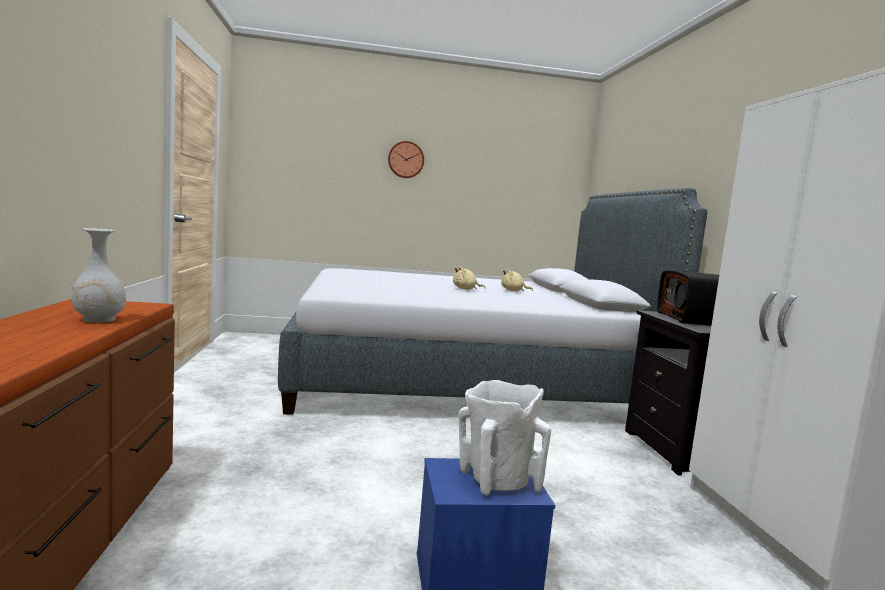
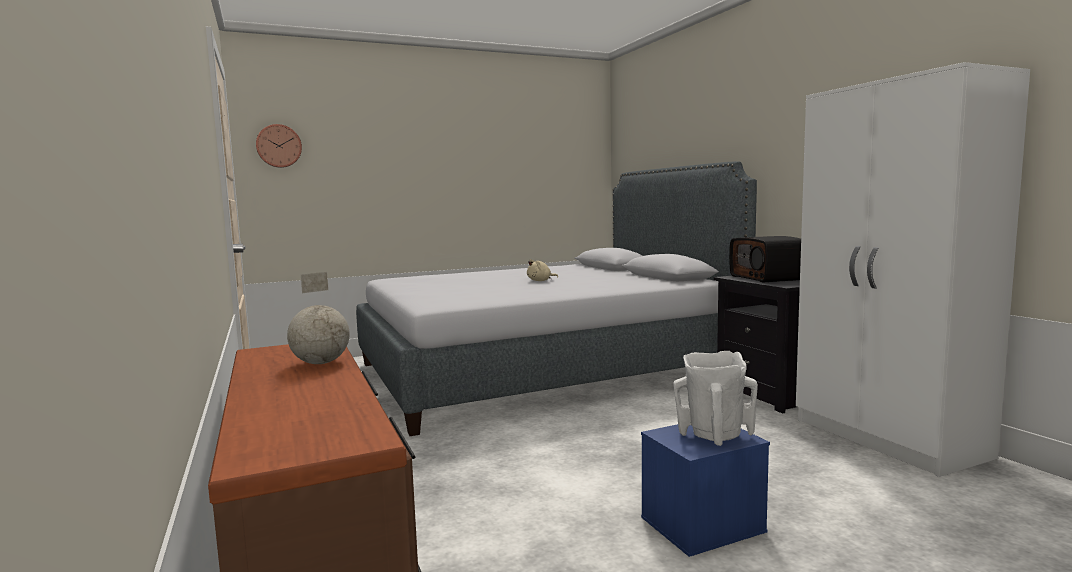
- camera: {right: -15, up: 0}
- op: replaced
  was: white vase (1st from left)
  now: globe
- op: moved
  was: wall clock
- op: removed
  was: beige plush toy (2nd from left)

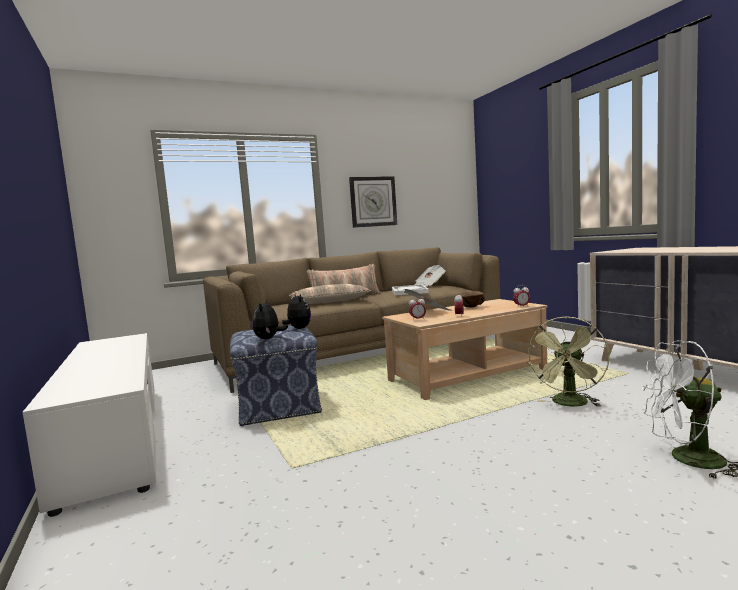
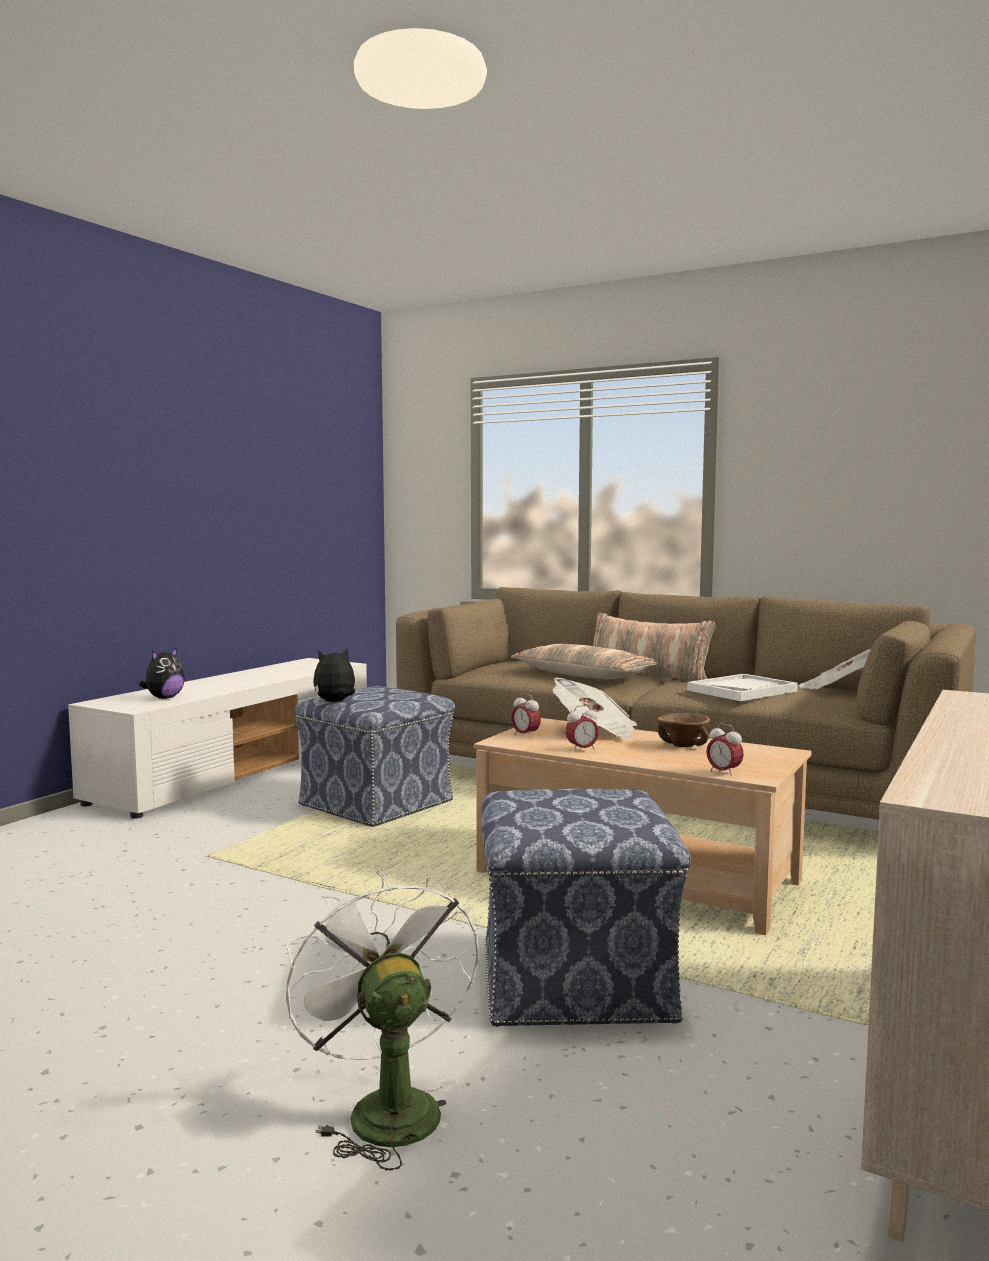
- camera: {right: 55, up: 0}
- op: moved
  was: plush toy (2nd from left in the first image)
  now: plush toy (1st from left)
- op: removed
  was: wall clock
- op: replaced
  was: green fan
  now: ottoman (2nd from left)

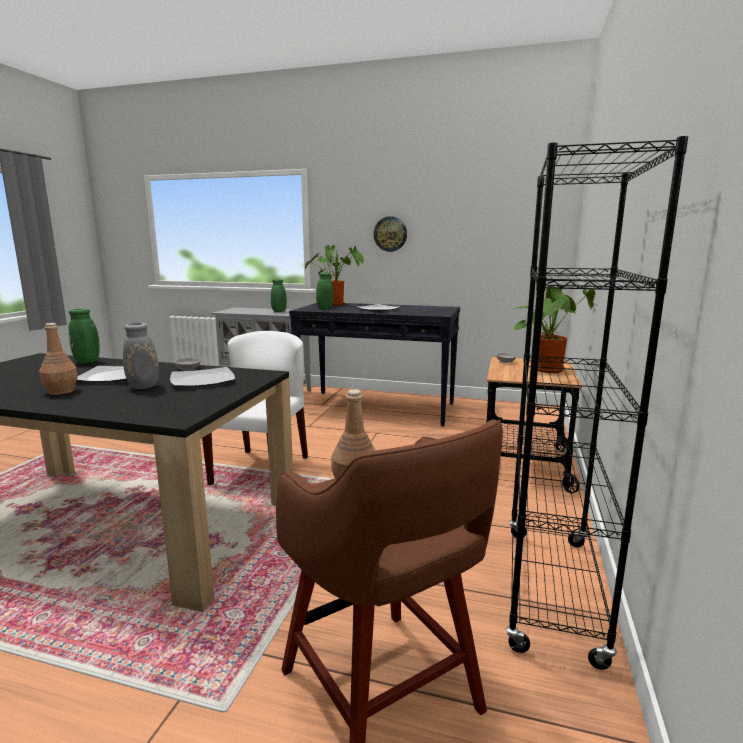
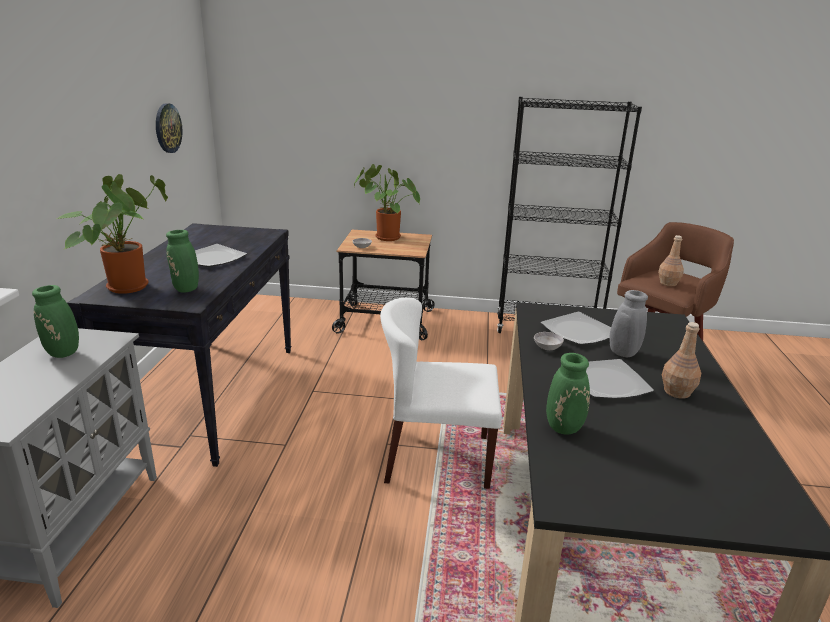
- camera: {right: -100, up: 10}
- op: moved
  was: wall clock

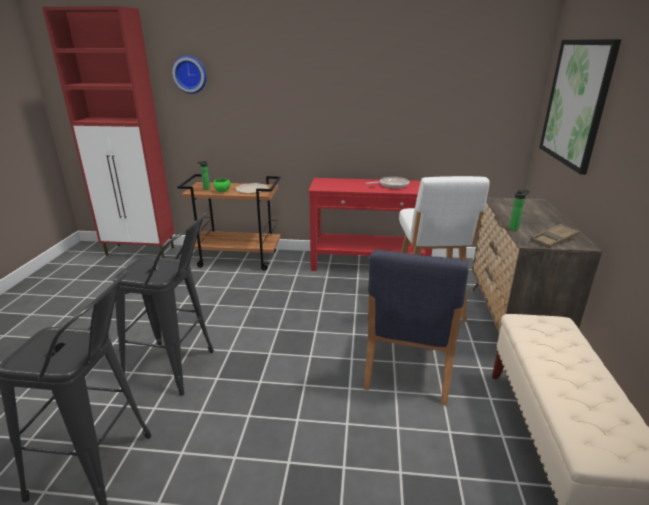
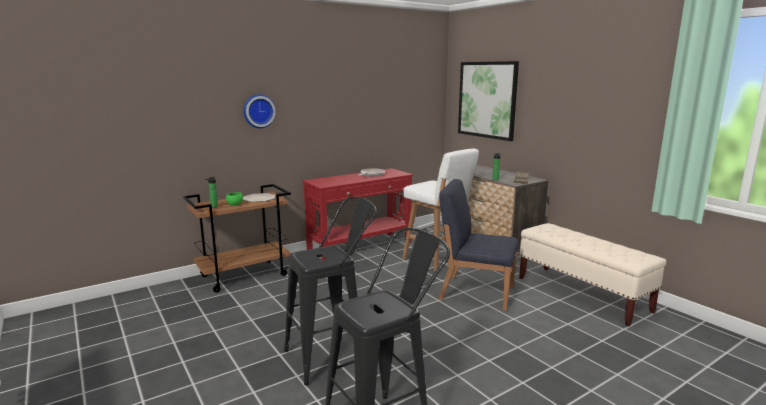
- camera: {right: -40, up: -10}
- op: removed
  was: red cabinet
- op: moved
  was: wall clock
- op: turned
  was: blue chair
  clockwise: 135

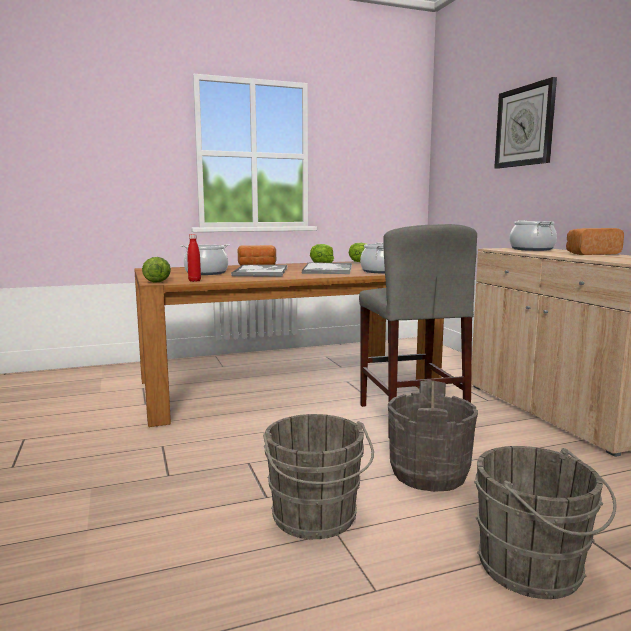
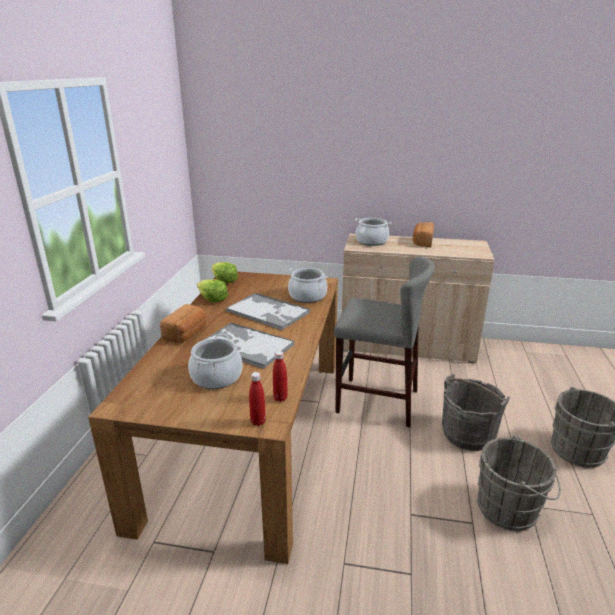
- camera: {right: -60, up: 15}
- op: replaced
  was: lettuce (1st from left)
  now: red bottle (1st from left)
- op: removed
  was: wall clock

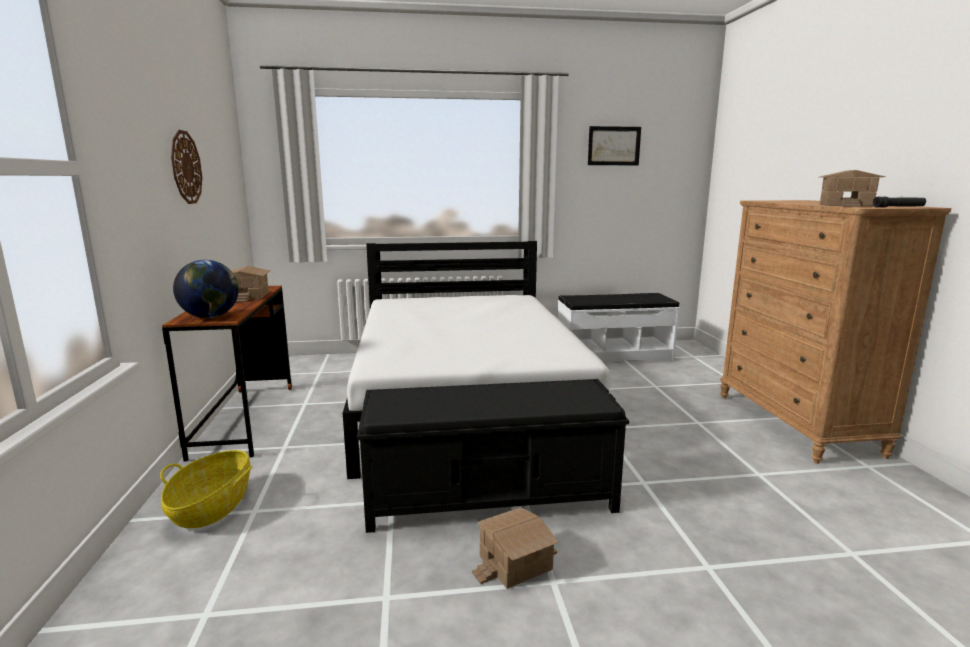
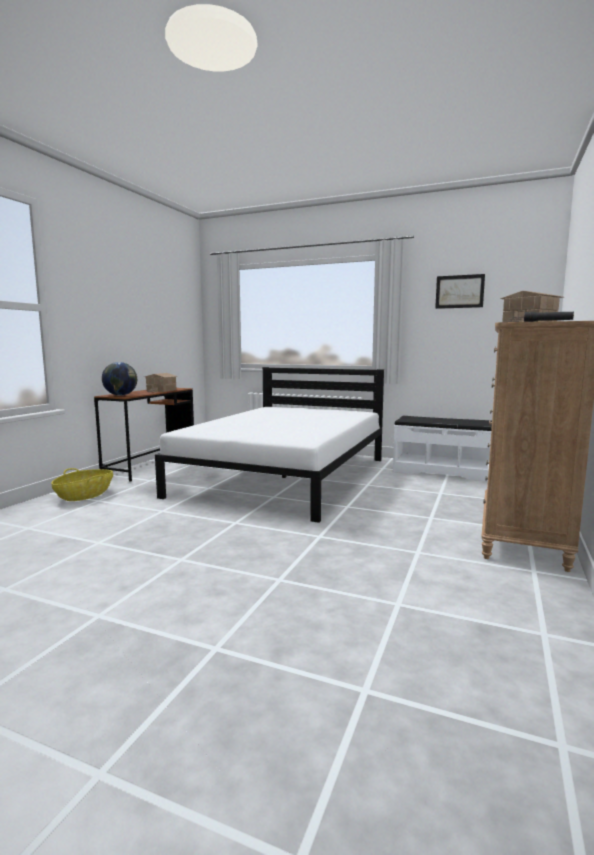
- camera: {right: 30, up: -5}
- op: removed
  was: wall clock
- op: removed
  was: black bench
- op: removed
  was: toy house (2nd from left)

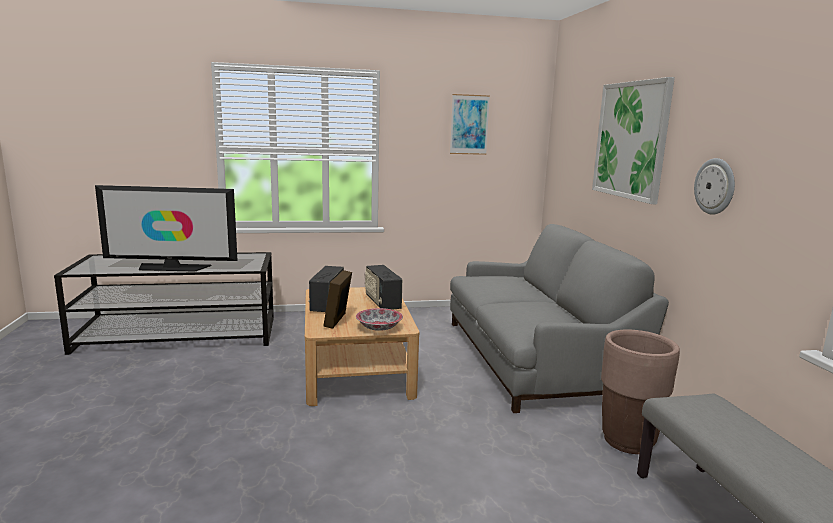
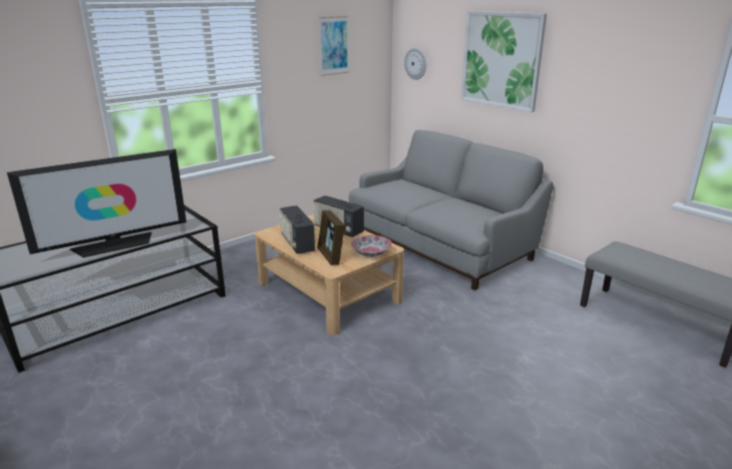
- camera: {right: -30, up: 10}
- op: removed
  was: brown planter
- op: moved
  was: wall clock

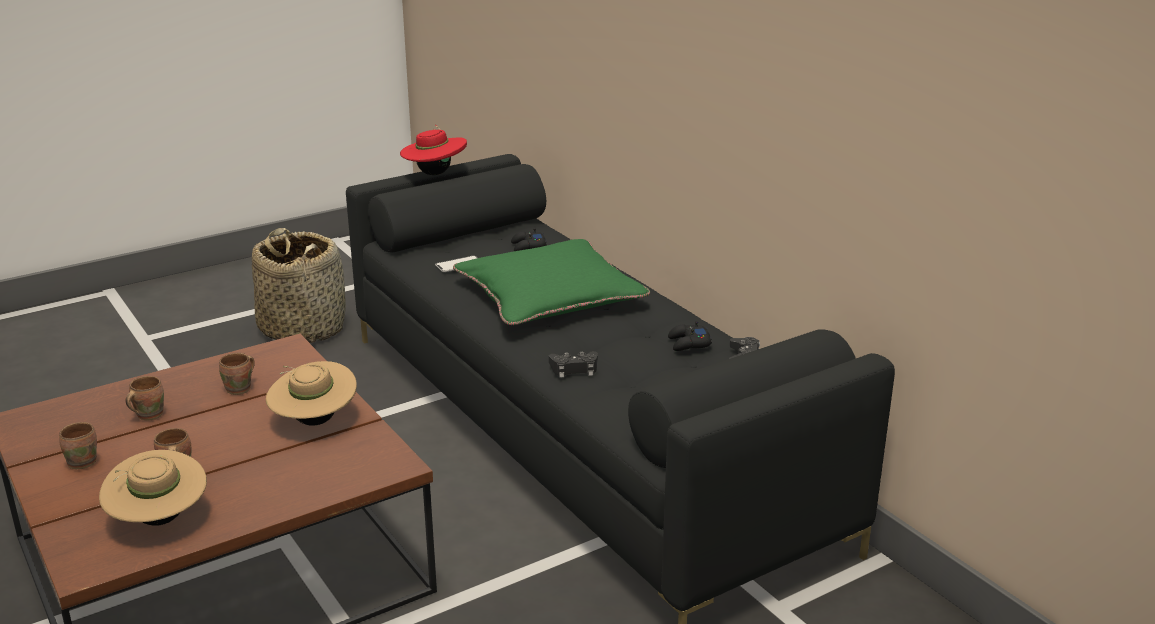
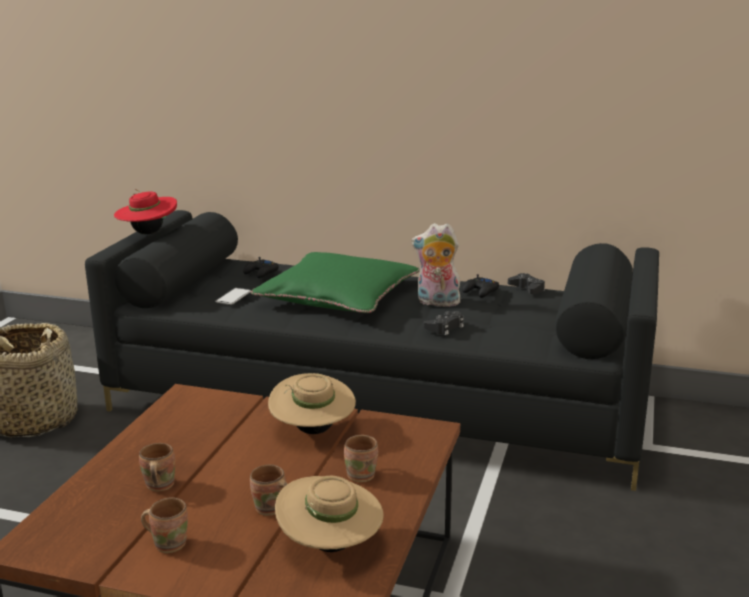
- camera: {right: -40, up: -5}
- op: moved
  was: brown mug (4th from left)
- op: added
  now: plush toy

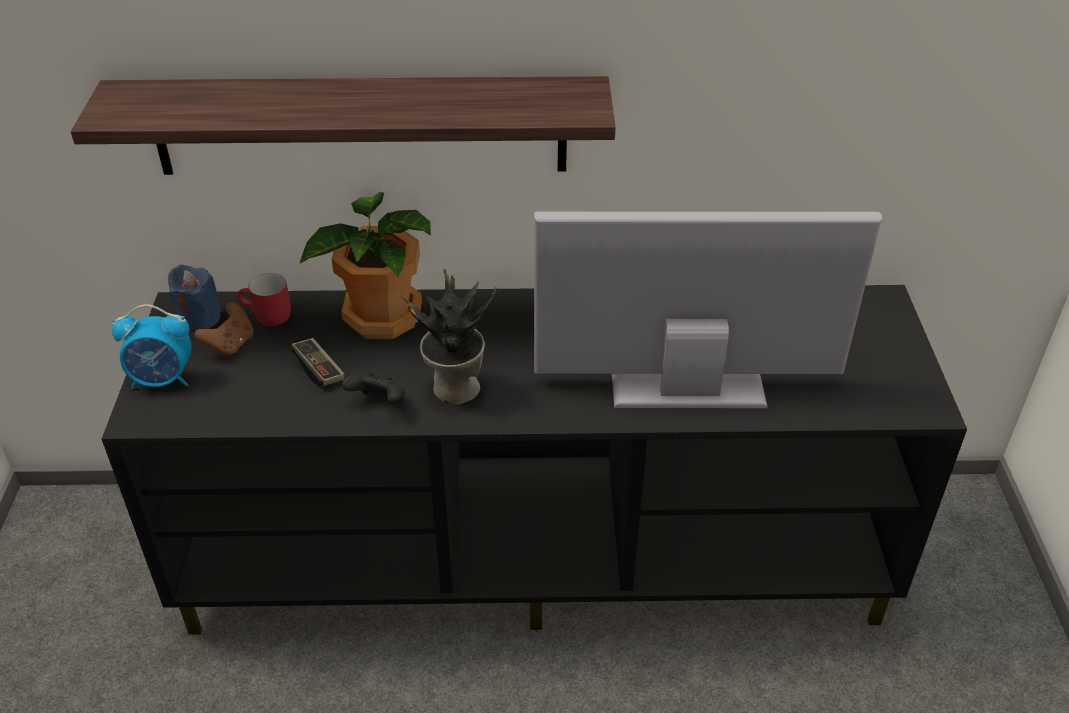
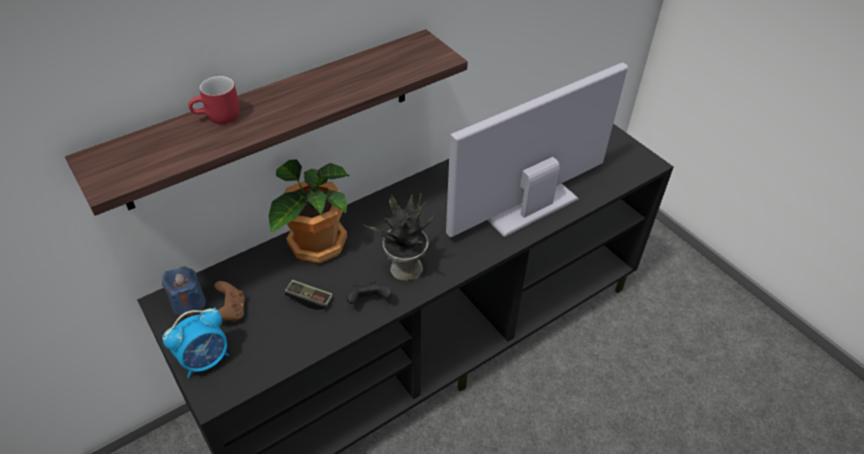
- camera: {right: -35, up: 5}
- op: moved
  was: red mug

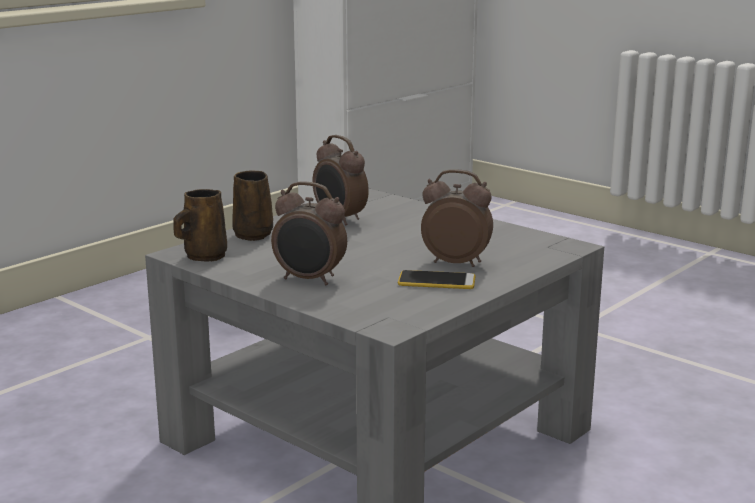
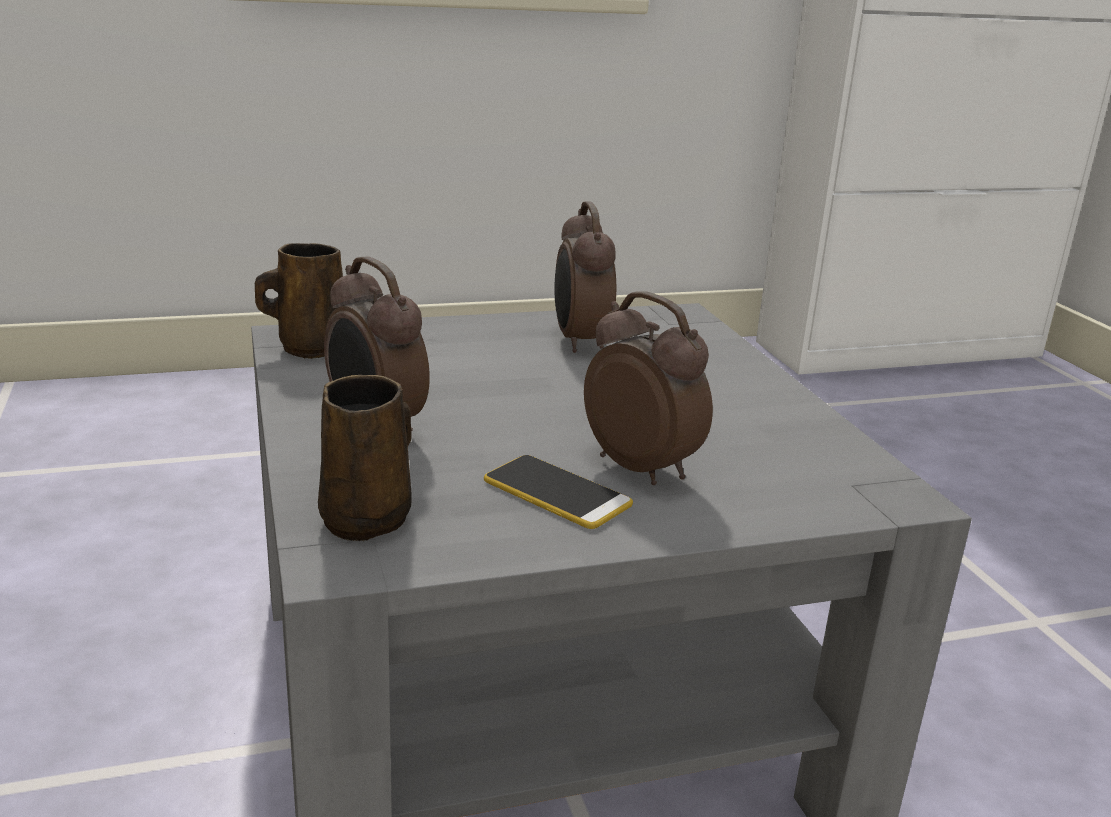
- camera: {right: 30, up: 5}
- op: moved
  was: brown mug (2nd from left)

